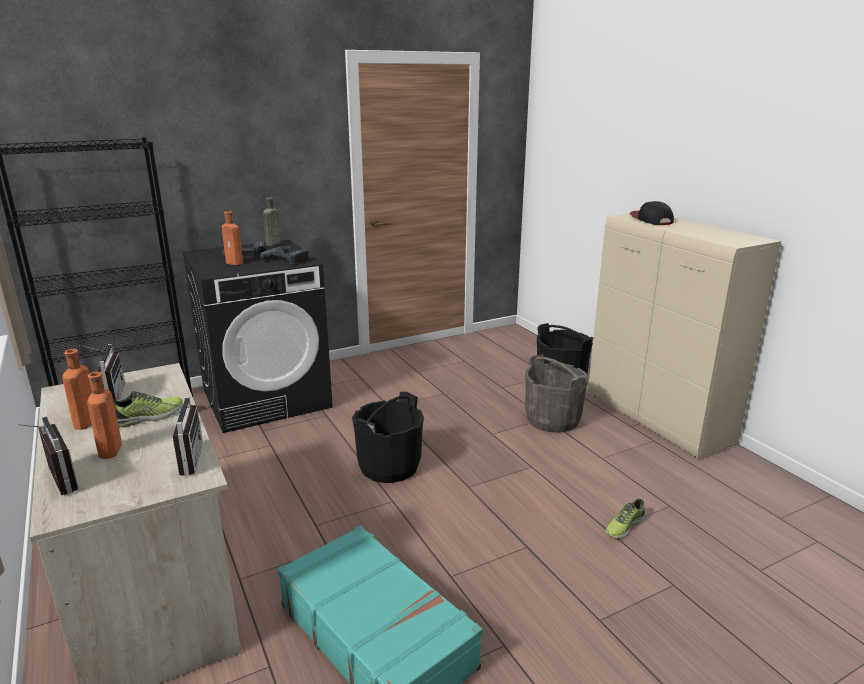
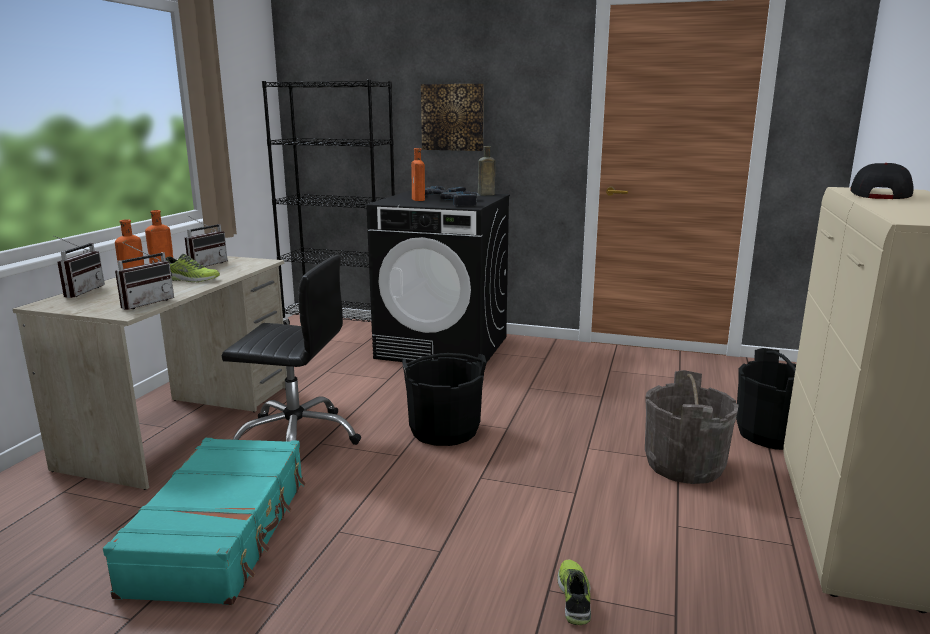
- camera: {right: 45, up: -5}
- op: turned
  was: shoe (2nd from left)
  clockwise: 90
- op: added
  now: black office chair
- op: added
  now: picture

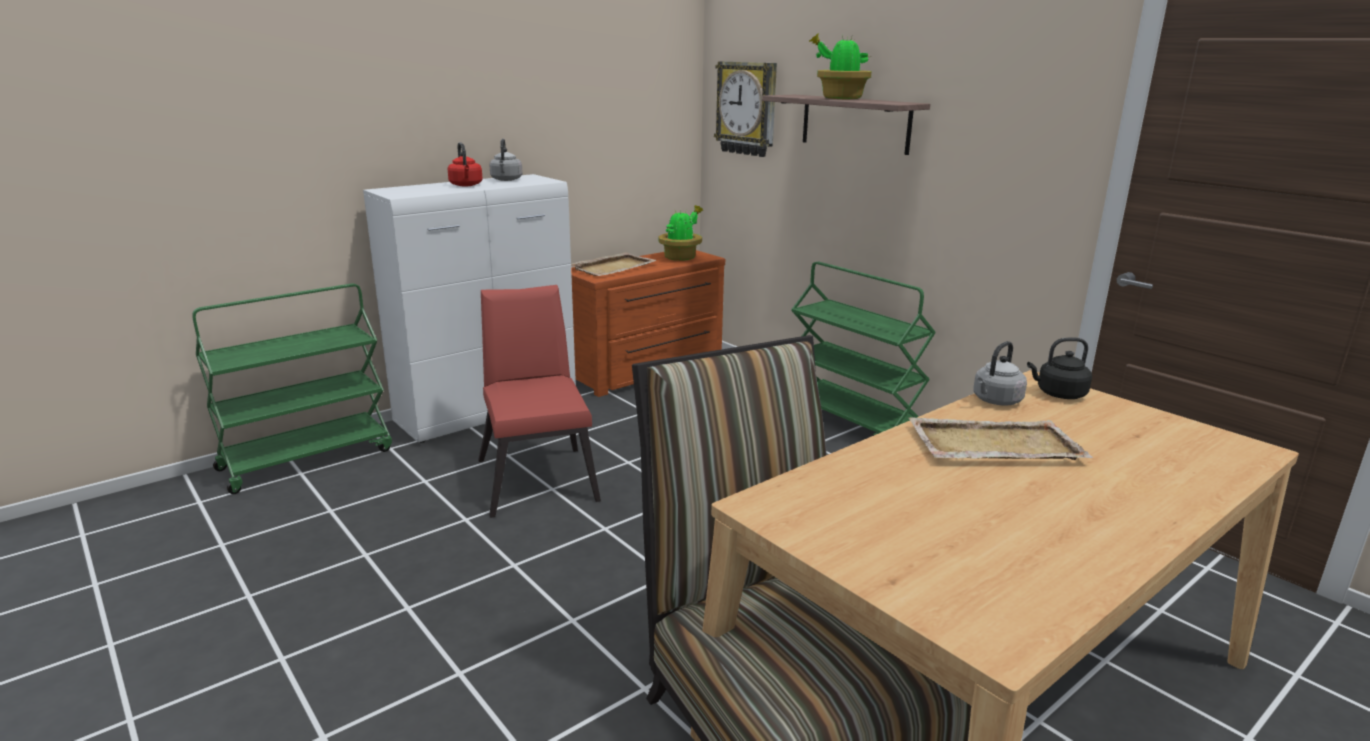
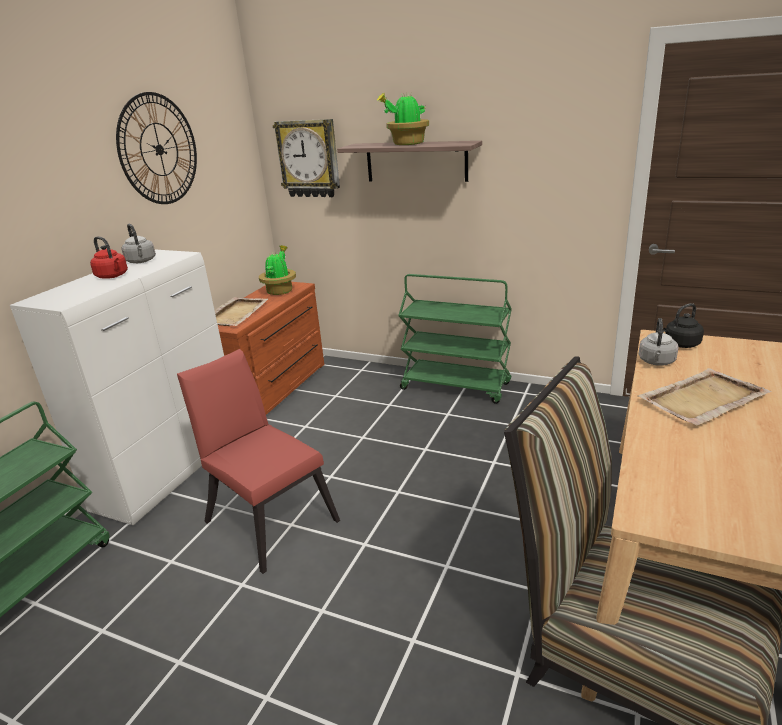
- camera: {right: -25, up: 5}
- op: added
  now: wall clock (1st from left)

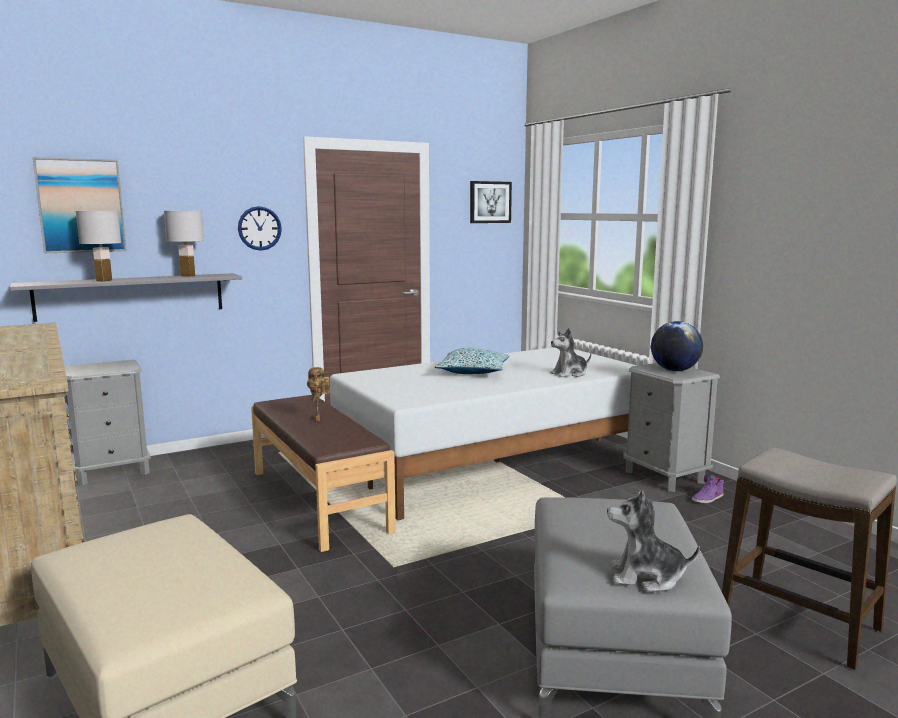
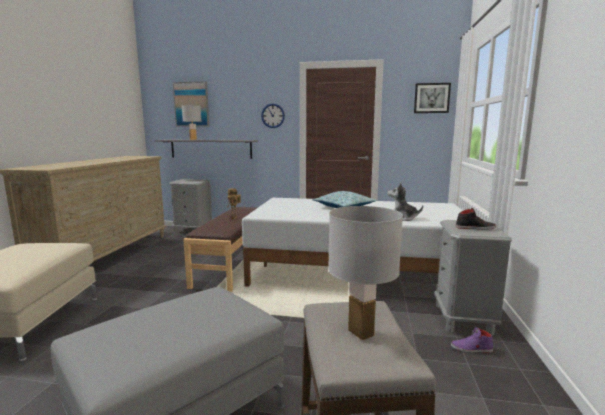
- camera: {right: 40, up: 0}
- op: moved
  was: white table lamp (2nd from left)
- op: removed
  was: plush toy (2nd from left)
- op: replaced
  was: globe
  now: black shoe

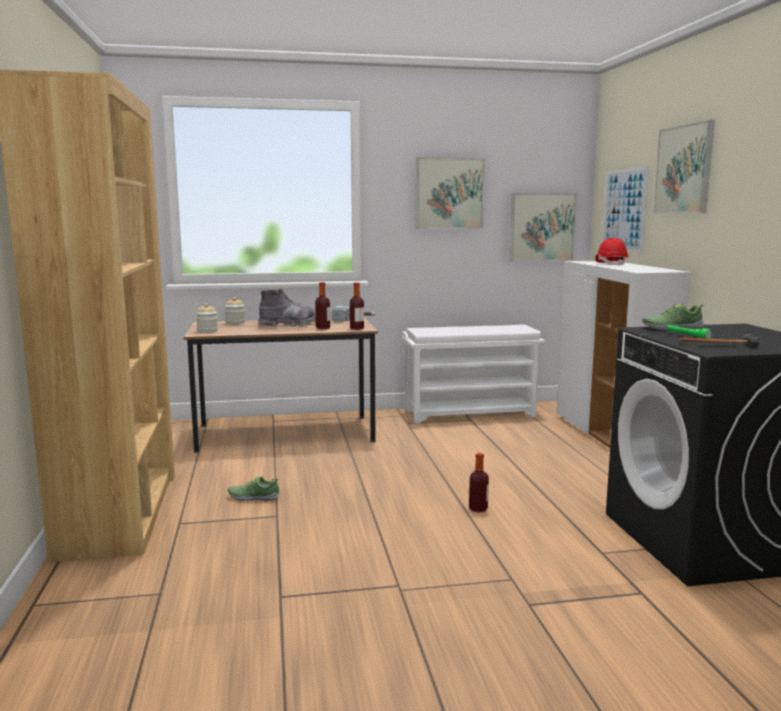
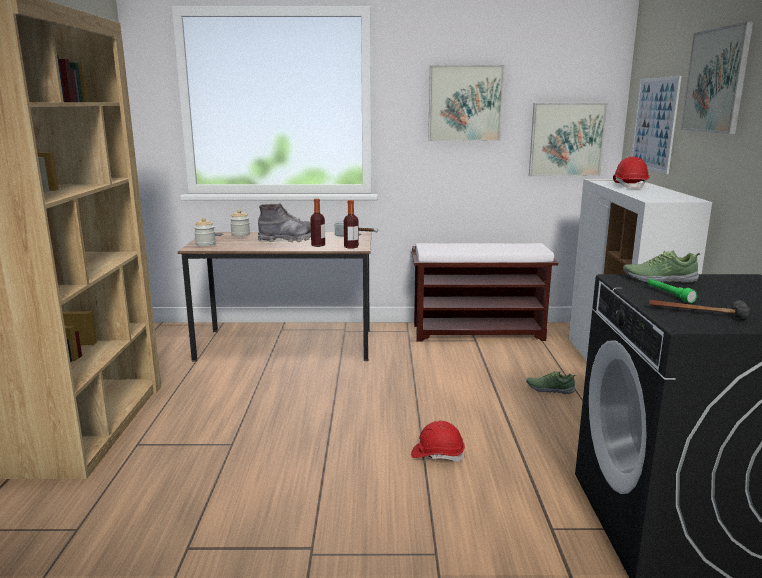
- camera: {right: 10, up: 5}
- op: moved
  was: shoe (1st from left)
- op: recoloured
  was: white bench
  now: brown bench
- op: replaced
  was: bottle (3rd from left)
  now: red hard hat (1st from left)

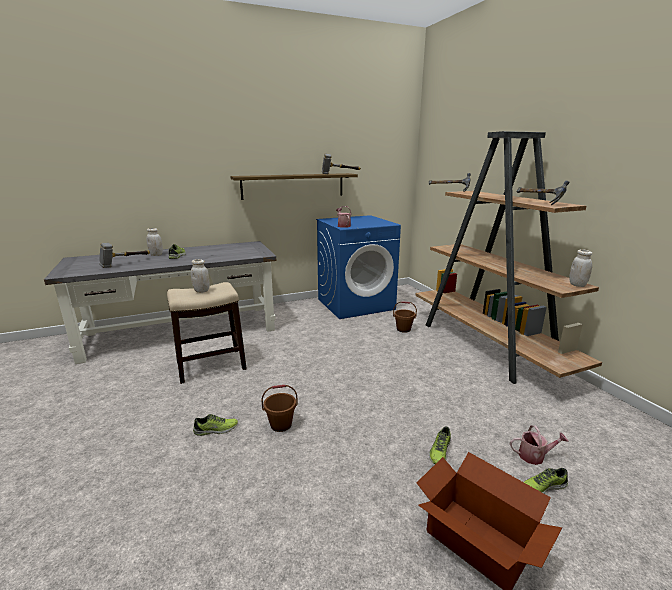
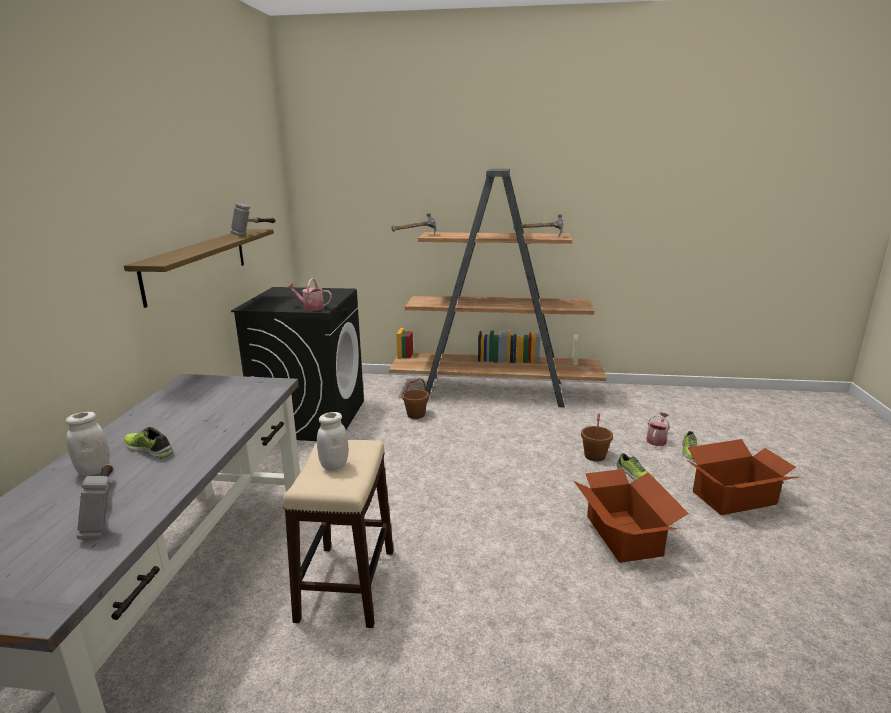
- camera: {right: -60, up: 0}
- op: removed
  was: shoe (2nd from left)
- op: moved
  was: brown bucket (1st from left in the first image)
  now: brown bucket (2nd from left)
- op: recoloured
  was: blue washing machine
  now: black washing machine
- op: removed
  was: white jar (3rd from left)
- op: added
  now: cardboard box (1st from left)

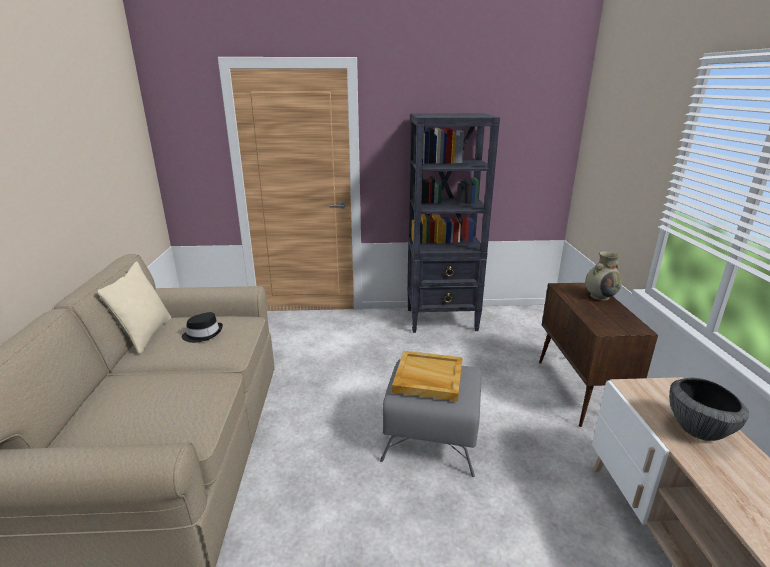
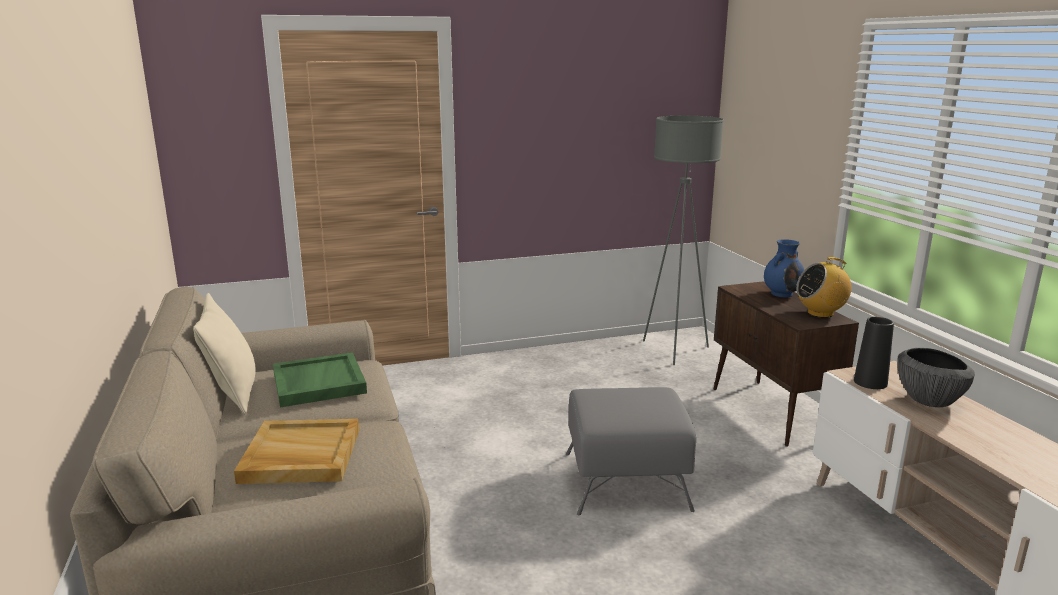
- camera: {right: -15, up: -5}
- op: replaced
  was: black hat
  now: green tray
- op: moved
  was: beige tray
- op: removed
  was: black bookcase
- op: recoloured
  was: beige vase
  now: blue vase
- op: added
  now: grey floor lamp
- op: added
  now: radio
- op: added
  now: black vase

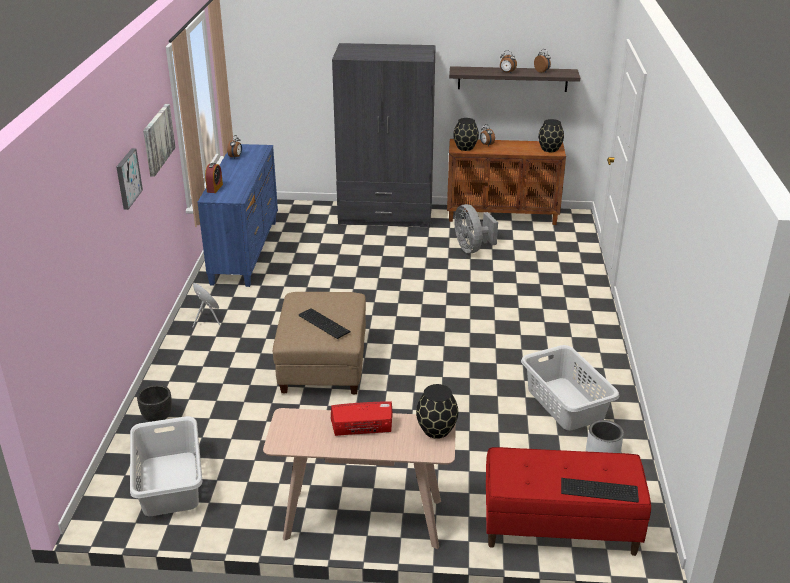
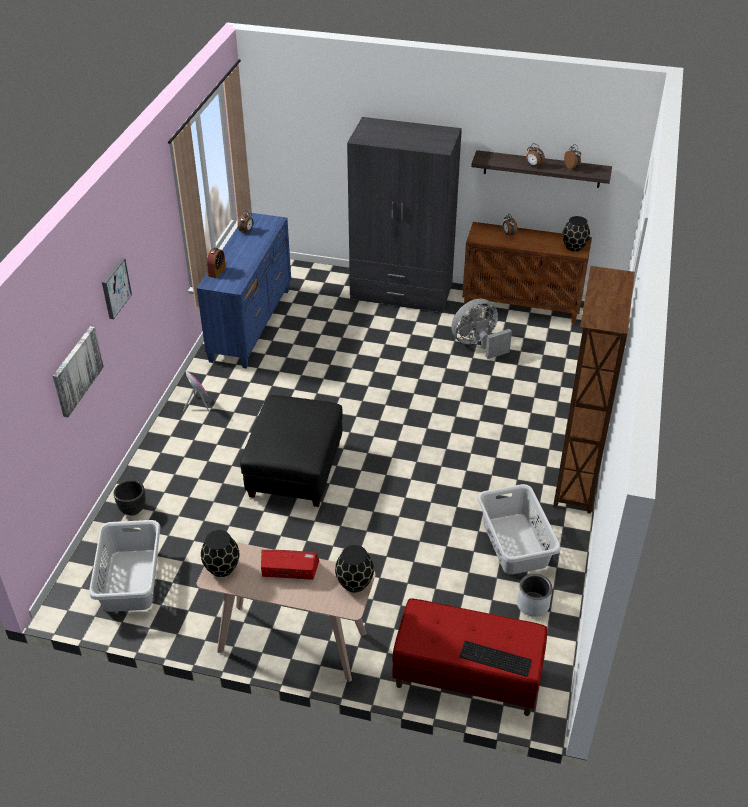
- camera: {right: 10, up: 10}
- op: moved
  was: picture (2nd from left in the first image)
  now: picture (1st from left)
- op: recoloured
  was: beige ottoman
  now: black ottoman
- op: removed
  was: keyboard (1st from left)
- op: moved
  was: black vase (2nd from left in the first image)
  now: black vase (1st from left)
- op: turned
  was: grey fan
  clockwise: 75
- op: added
  now: brown bookcase

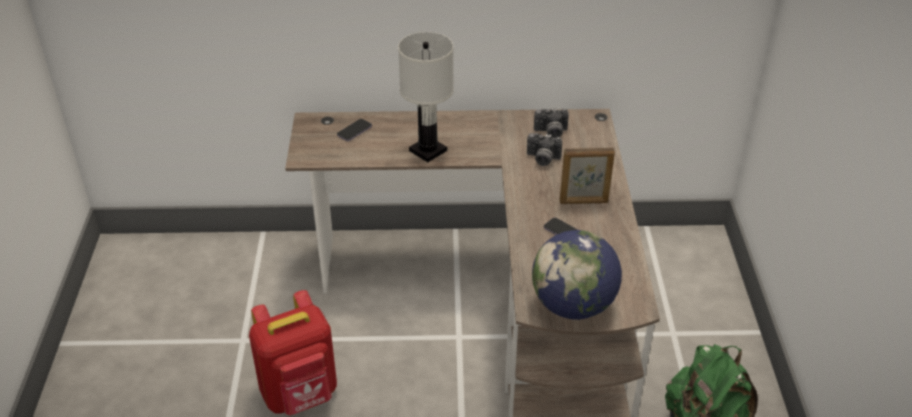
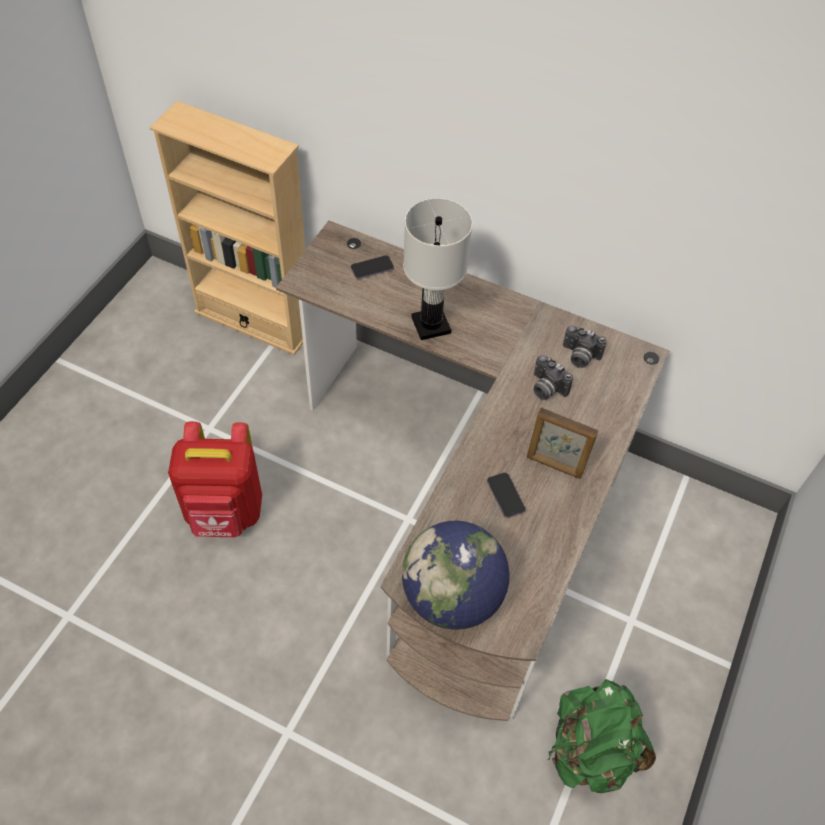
- camera: {right: 25, up: 15}
- op: added
  now: beige bookcase

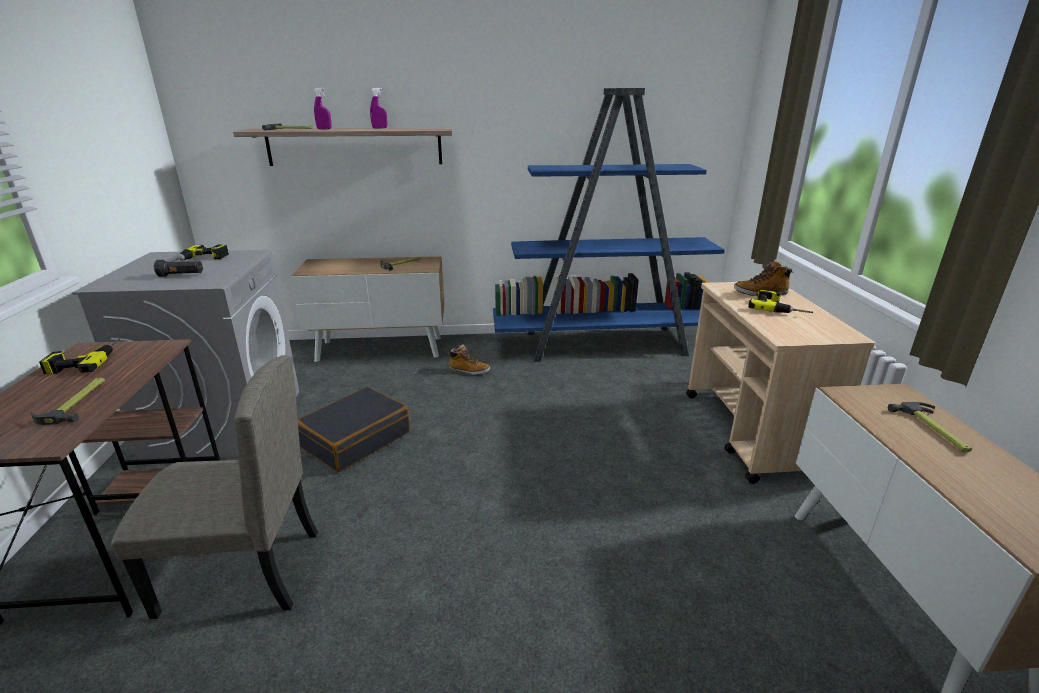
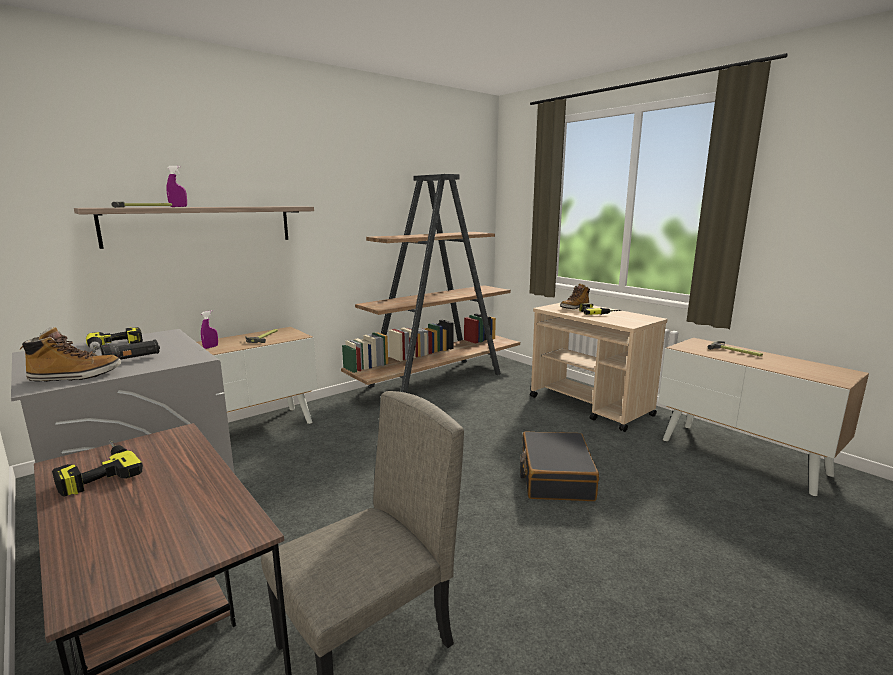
- camera: {right: -35, up: -10}
- op: removed
  was: hammer (1st from left)
- op: moved
  was: black suitcase
- op: moved
  was: purple spray bottle (2nd from left)
- op: moved
  was: boot (1st from left)
- op: recoloured
  was: blue bookcase
  now: brown bookcase

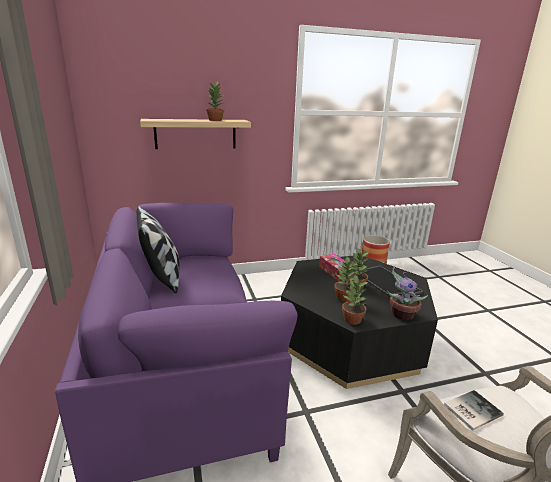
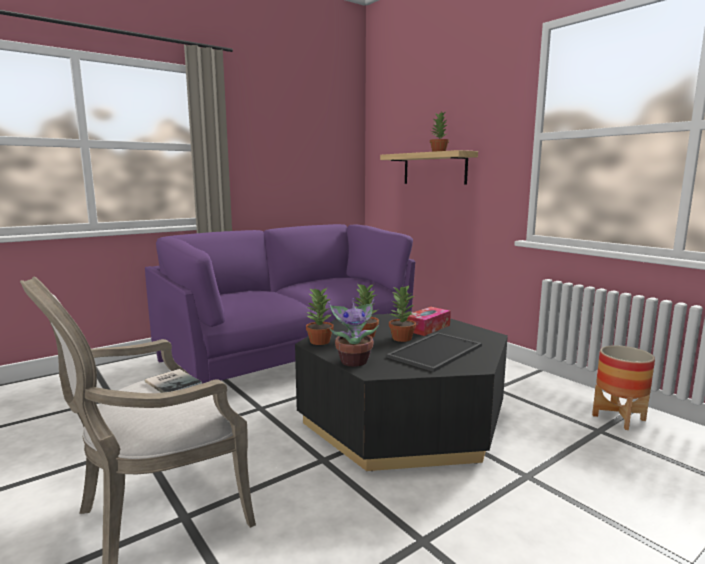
- camera: {right: 70, up: -10}
- op: removed
  was: pillow

